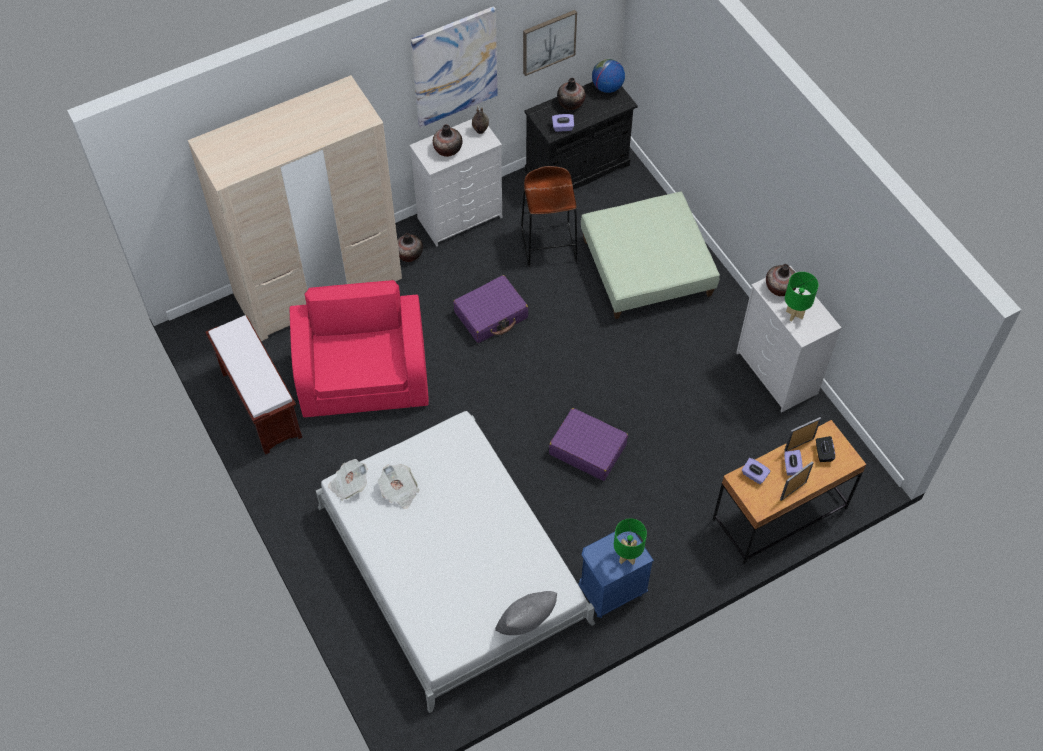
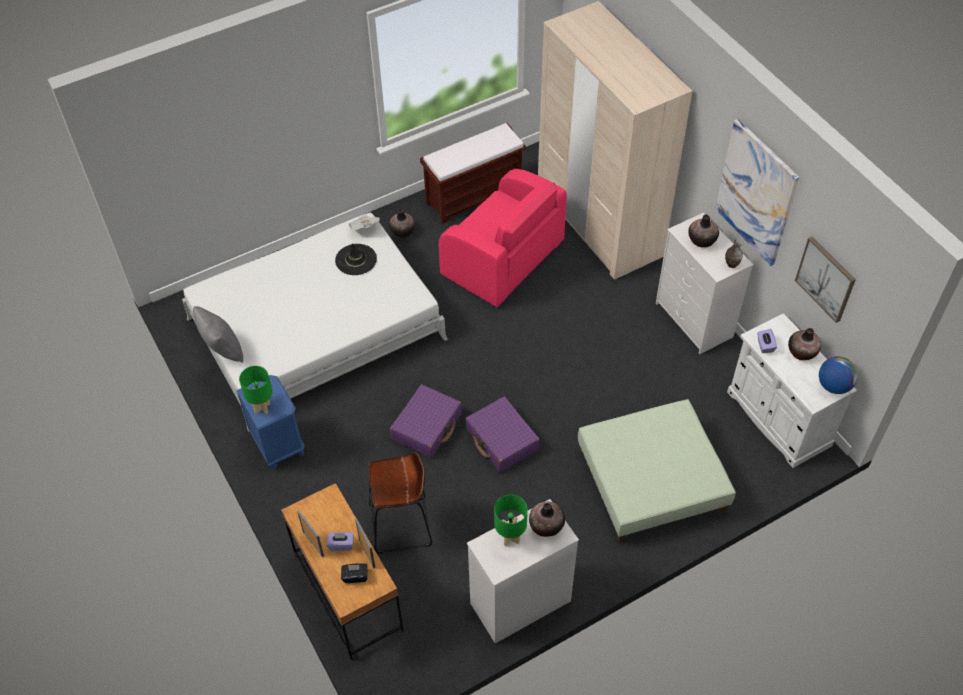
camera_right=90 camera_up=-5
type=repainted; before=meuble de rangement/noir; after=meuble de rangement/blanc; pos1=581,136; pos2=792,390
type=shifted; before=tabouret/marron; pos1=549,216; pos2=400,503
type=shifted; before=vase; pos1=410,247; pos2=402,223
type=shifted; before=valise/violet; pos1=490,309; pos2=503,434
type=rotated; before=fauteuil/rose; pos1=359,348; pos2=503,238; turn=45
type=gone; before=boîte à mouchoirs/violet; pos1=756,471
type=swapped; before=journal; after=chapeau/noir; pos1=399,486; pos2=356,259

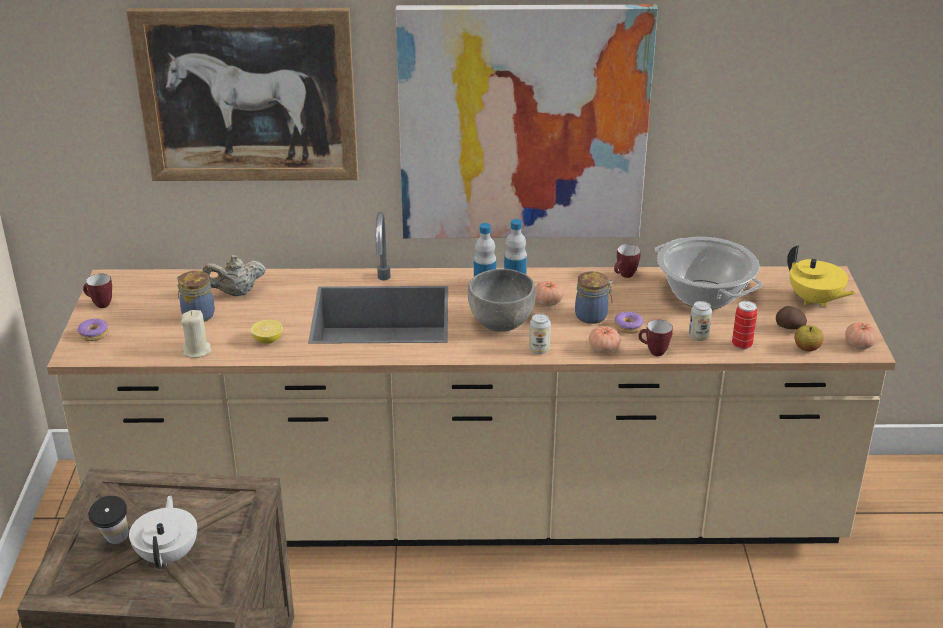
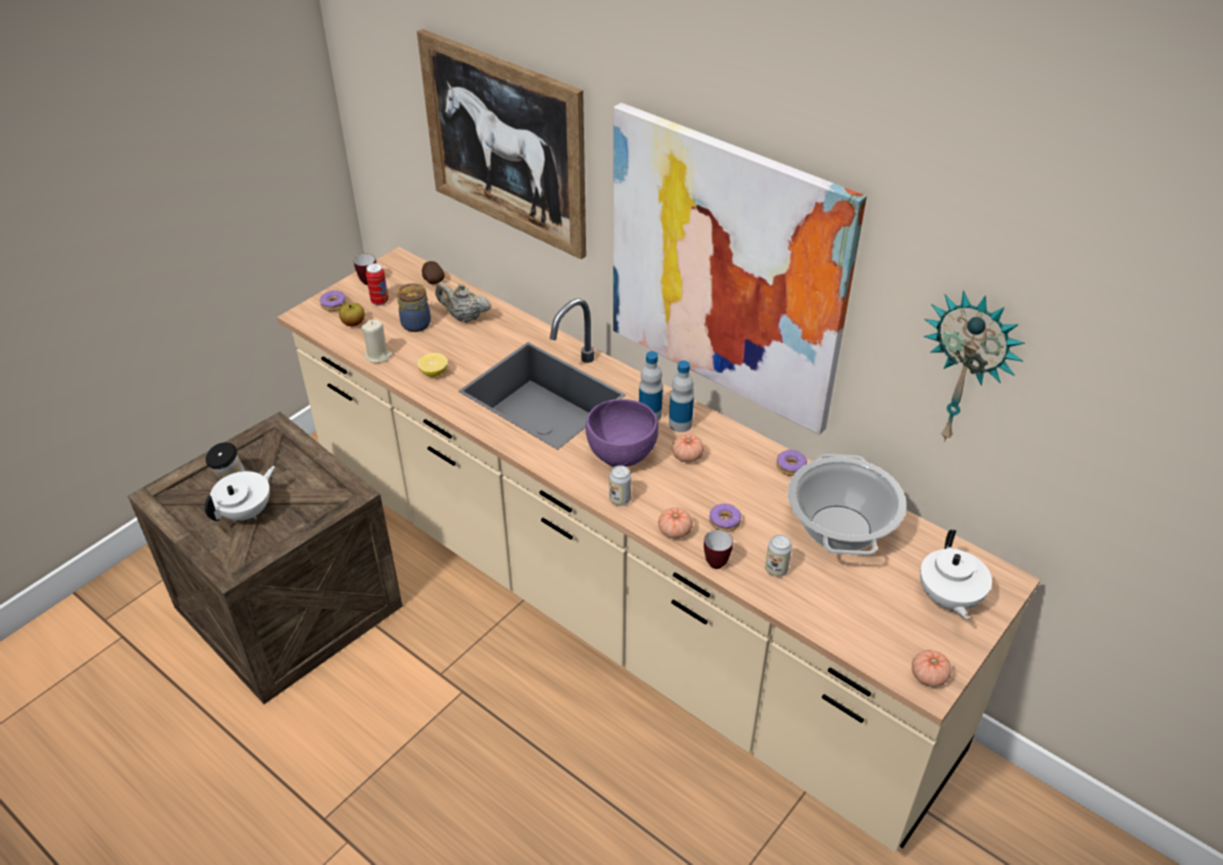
camera_right=40 camera_up=10
type=swapped; before=mug; after=beignet; pos1=627,261; pos2=792,463
type=repainted; before=théière/jaune; after=théière/blanc; pos1=821,276; pos2=956,574
type=repainted; before=bol/gris; after=bol/violet; pos1=501,300; pos2=622,433
type=gone; before=bocal; pos1=594,297
type=shifted; before=boîte métallique; pos1=744,325; pos2=377,284
type=shifted; before=pomme de terre; pos1=791,317; pos2=433,272
type=shifted; before=pomme; pos1=809,338; pos2=352,314
type=new; after=horloge murale; pos2=974,366

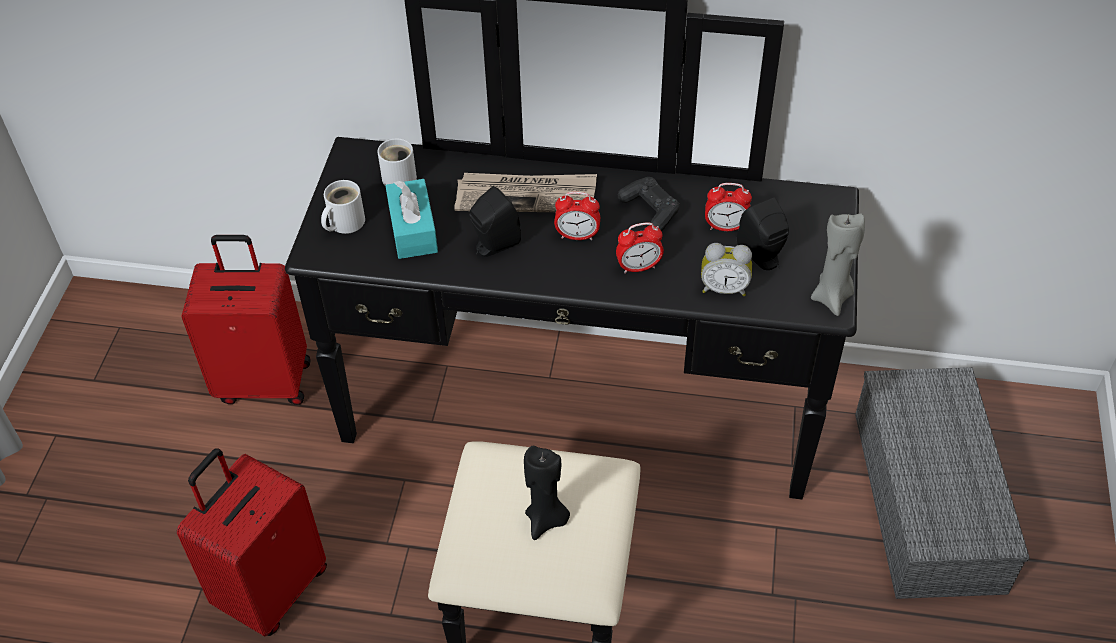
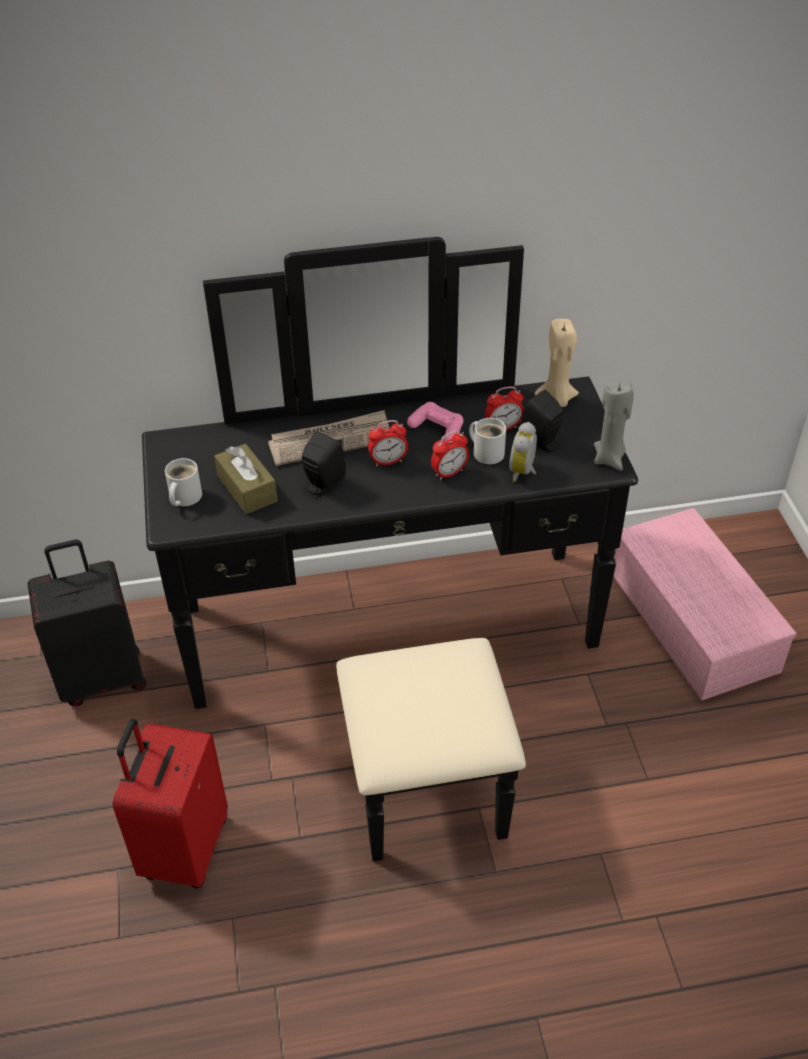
camera_right=-20 camera_up=-5
type=shifted; before=mug/blanc; pos1=397,162; pos2=487,441
type=repainted; before=manette/noir; after=manette/rose; pos1=649,204; pos2=435,421
type=repainted; before=boîte à mouchoirs/turquoise; after=boîte à mouchoirs/marron; pos1=411,219; pos2=246,478
type=repainted; before=valise/rouge; after=valise/noir; pos1=246,320; pos2=87,623
type=rotated; before=réveil; pos1=726,269; pos2=523,452; turn=120
type=repainted; before=boîte de rangement/gris; after=boîte de rangement/rose; pos1=942,483; pos2=705,604
type=gone; before=bougie/noir; pos1=547,493
type=new; after=bougie/beige; pos2=557,363

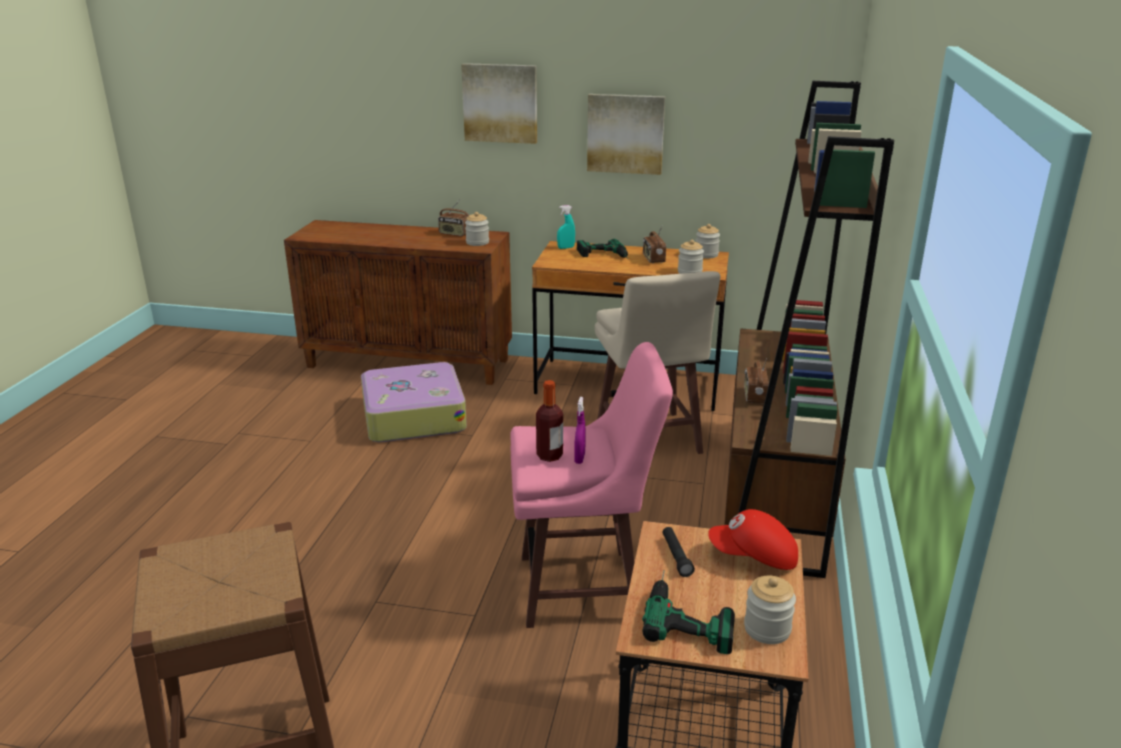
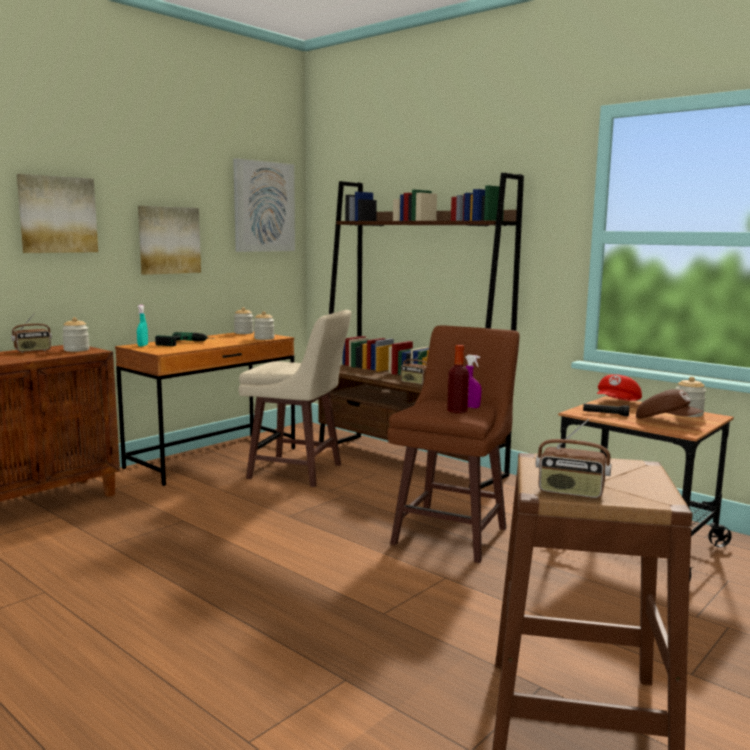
camera_right=-60 camera_up=-15
type=shifted; before=radio; pos1=654,244; pos2=574,459
type=repainted; before=tabouret/rose; after=tabouret/marron; pos1=592,485; pos2=453,444
type=gone; before=valise; pos1=414,402
type=swapped; before=perceuse; after=casquette/marron; pos1=688,612; pos2=669,404
type=new; after=tableau; pos2=264,205

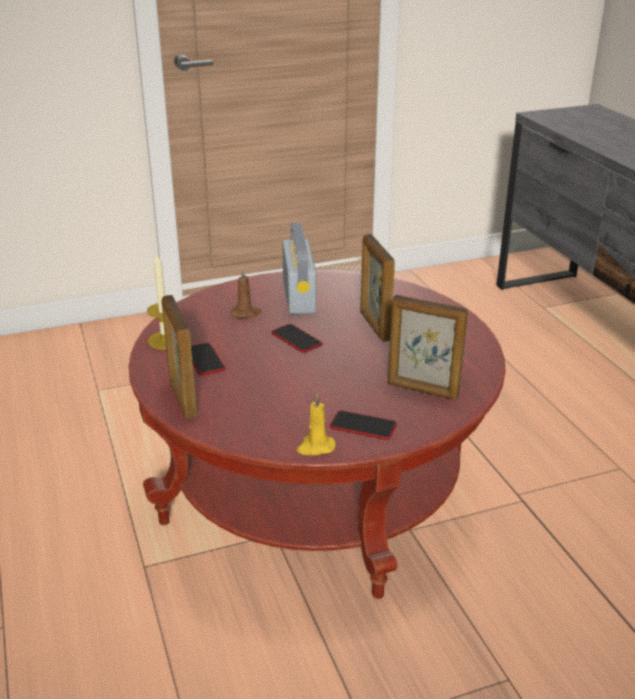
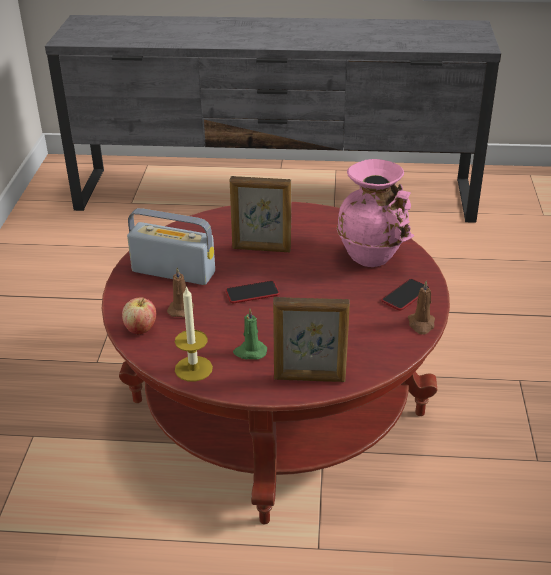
camera_right=-65 camera_up=5
type=swapped; before=cadre photo; after=vase/rose; pos1=428,347; pos2=375,213
type=swapped; before=téléphone; after=bougie/vert; pos1=208,359; pos2=250,334
type=repainted; before=bougie/jaune; after=bougie/marron; pos1=316,425; pos2=421,308
type=new; after=pomme; pos2=139,315

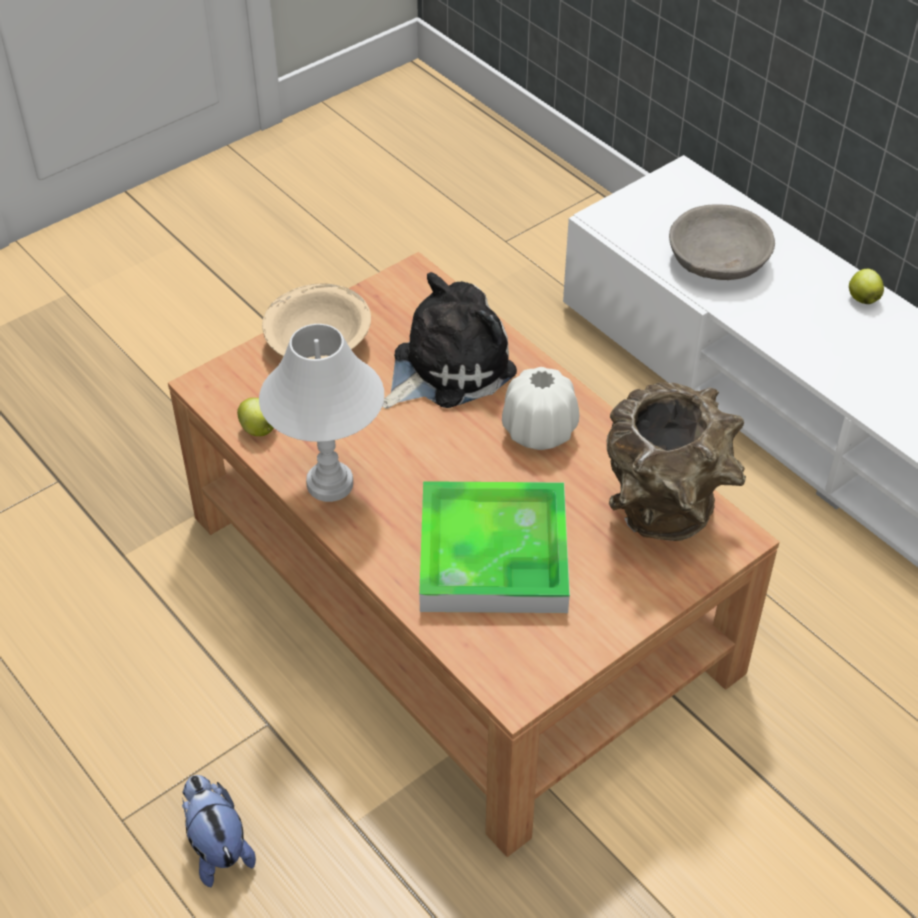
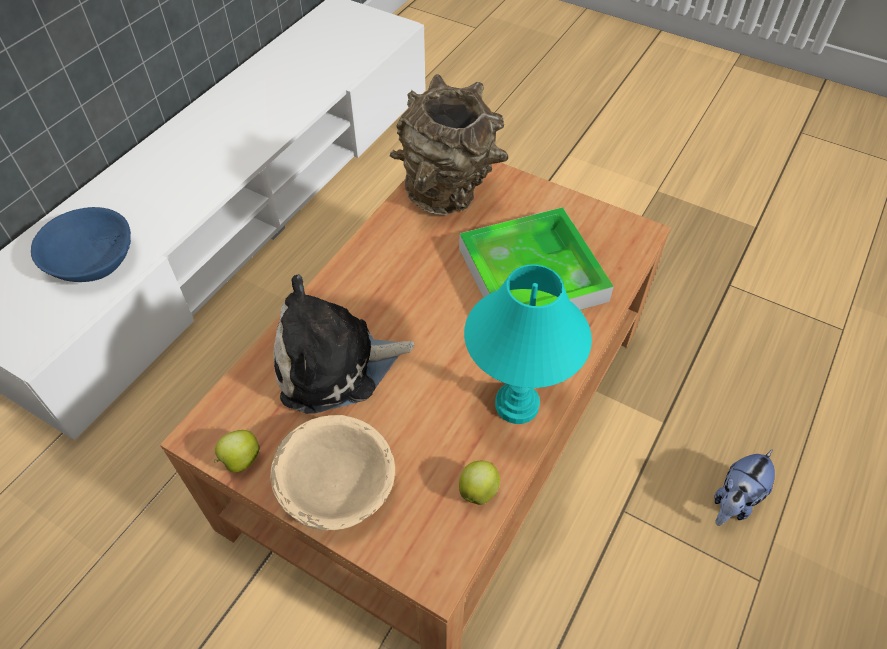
camera_right=-110 camera_up=5
type=repainted; before=bol/gris; after=bol/bleu; pos1=722,242; pos2=81,244
type=shifted; before=pomme; pos1=866,286; pos2=237,451
type=rotated; before=peluche; pos1=449,340; pos2=343,344; turn=-45
type=repainted; before=lampe de table/blanc; after=lampe de table/turquoise; pos1=321,413; pos2=528,344
type=gone; before=vase/blanc; pos1=540,408

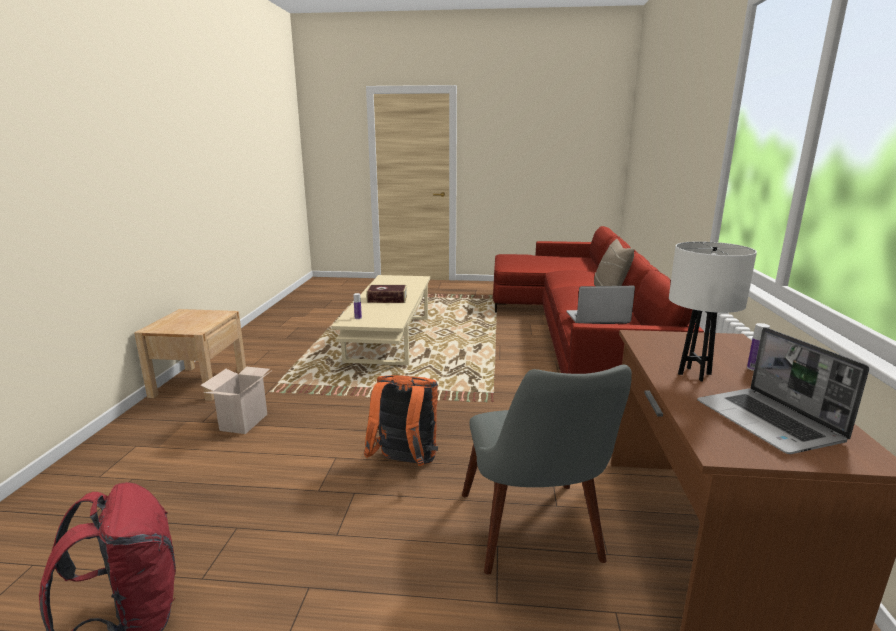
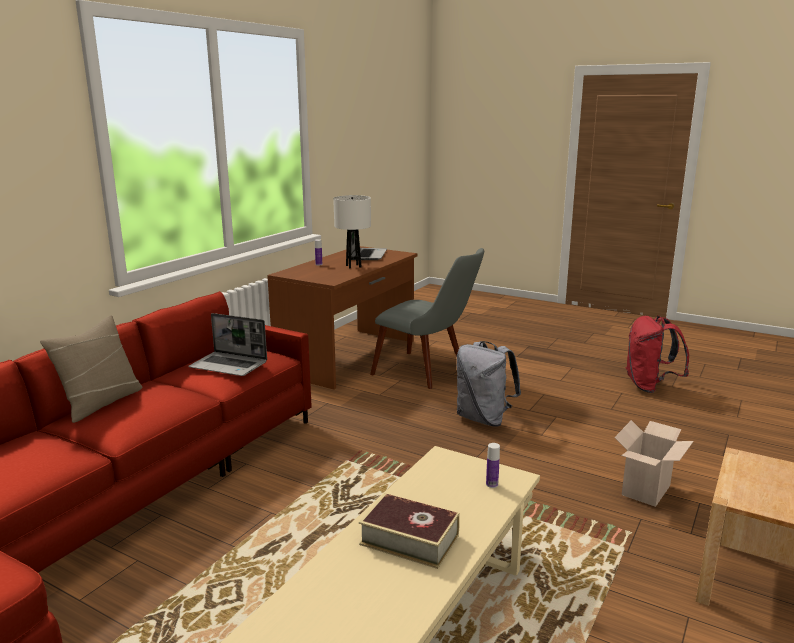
camera_right=-155 camera_up=0
type=rotated; before=chaise/gris; pos1=547,470; pos2=427,318; turn=105
type=repainted; before=sac à dos/orange; after=sac à dos/gris; pos1=401,420; pos2=489,384

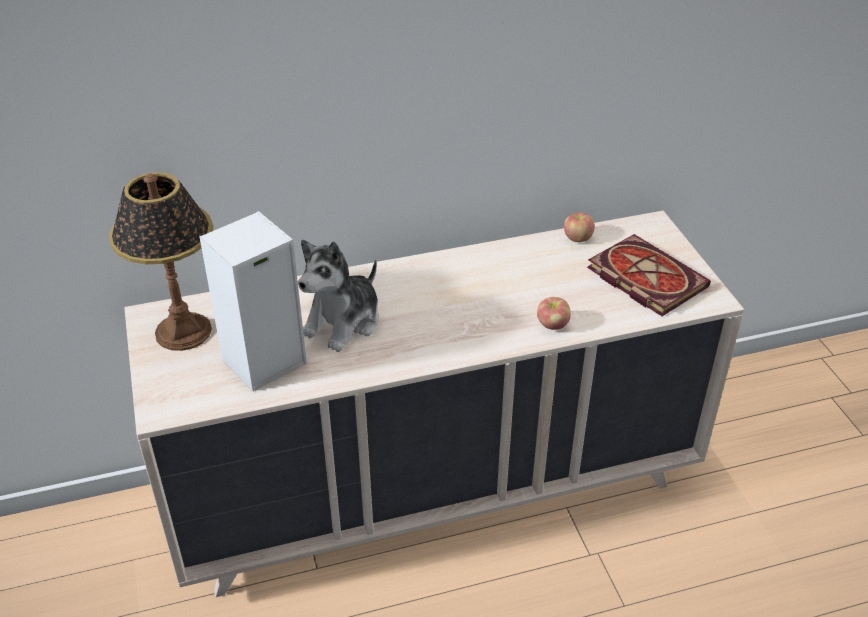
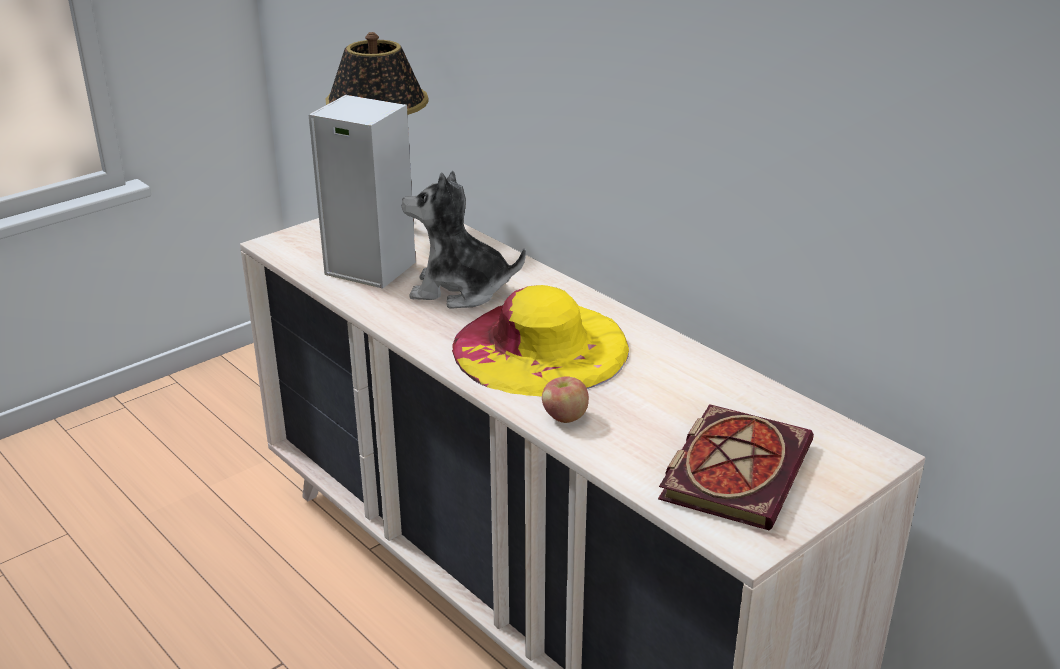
camera_right=65 camera_up=-10
type=gone; before=pomme; pos1=579,227
type=new; after=chapeau/jaune; pos2=540,341

